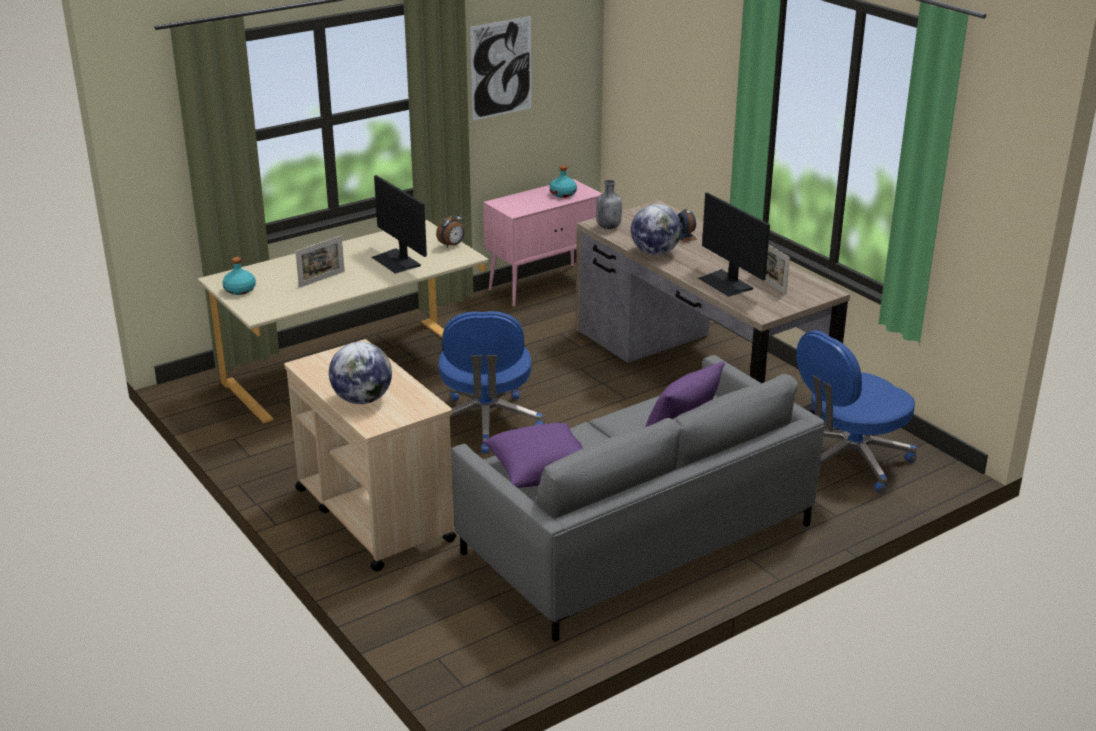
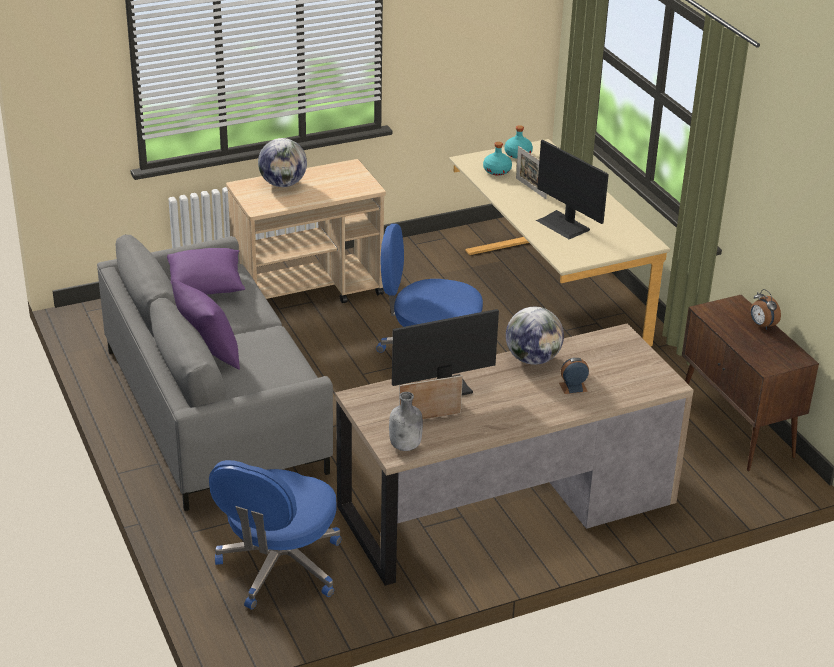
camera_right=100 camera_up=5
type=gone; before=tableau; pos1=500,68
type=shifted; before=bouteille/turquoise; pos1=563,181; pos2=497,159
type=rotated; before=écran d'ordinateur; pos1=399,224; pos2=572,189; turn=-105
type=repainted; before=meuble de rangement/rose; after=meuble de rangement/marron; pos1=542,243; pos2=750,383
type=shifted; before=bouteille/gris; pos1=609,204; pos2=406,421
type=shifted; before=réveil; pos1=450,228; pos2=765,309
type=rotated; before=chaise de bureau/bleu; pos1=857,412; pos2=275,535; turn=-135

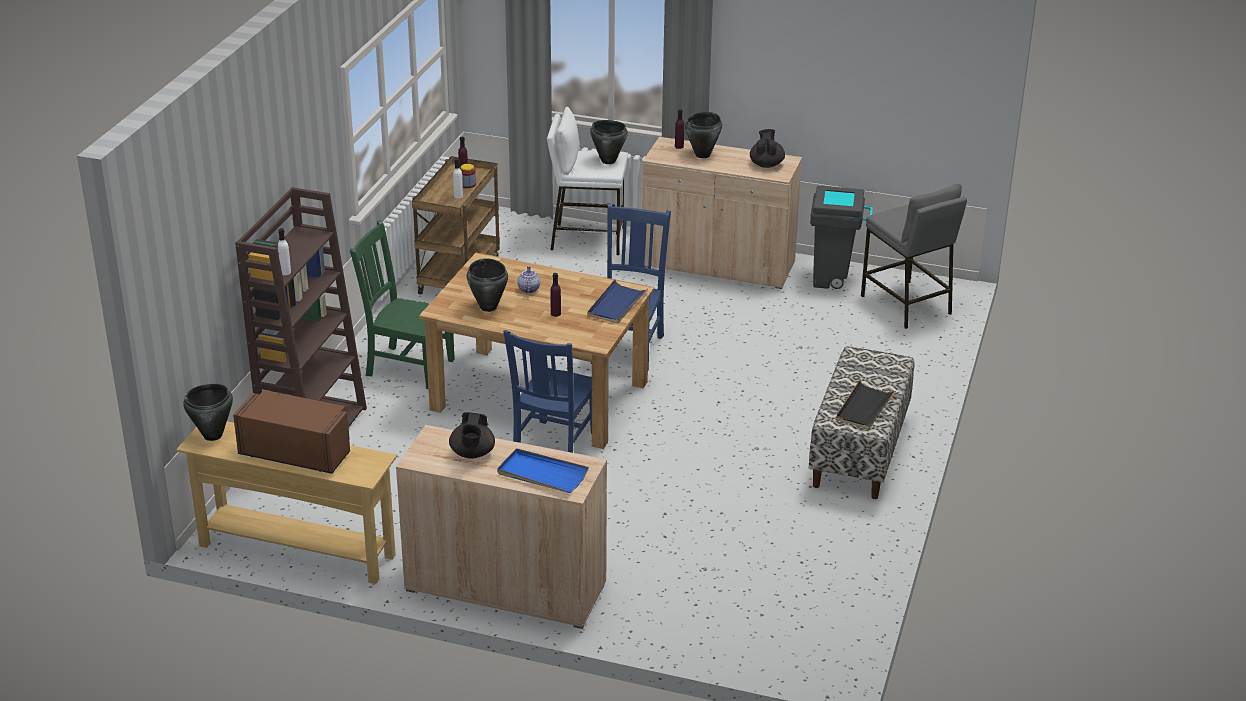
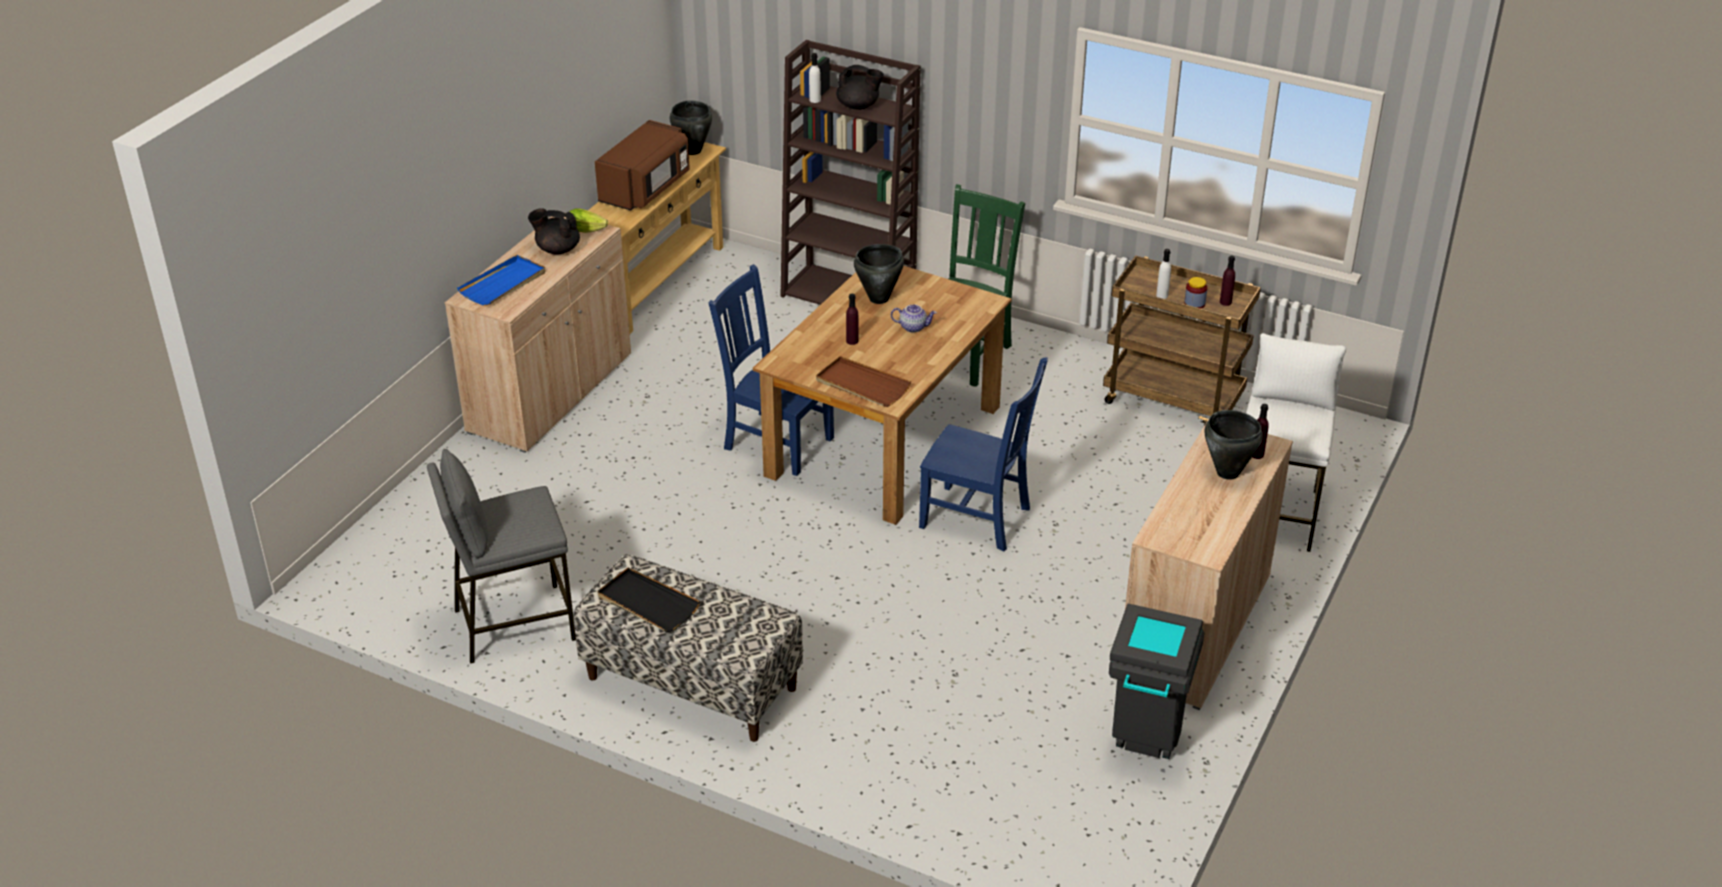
camera_right=100 camera_up=5
type=gone; before=marmite/noir; pos1=609,142
type=shifted; before=théière/noir; pos1=767,148; pos2=860,87
type=shifted; before=tabouret/gris; pos1=914,256; pos2=501,556
type=repainted; before=plateau/bleu; after=plateau/marron; pos1=618,301; pos2=863,381
type=new; after=laitue; pos2=587,220

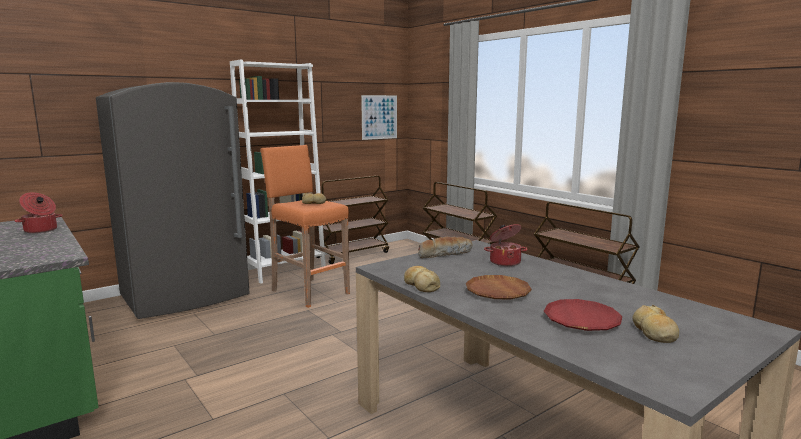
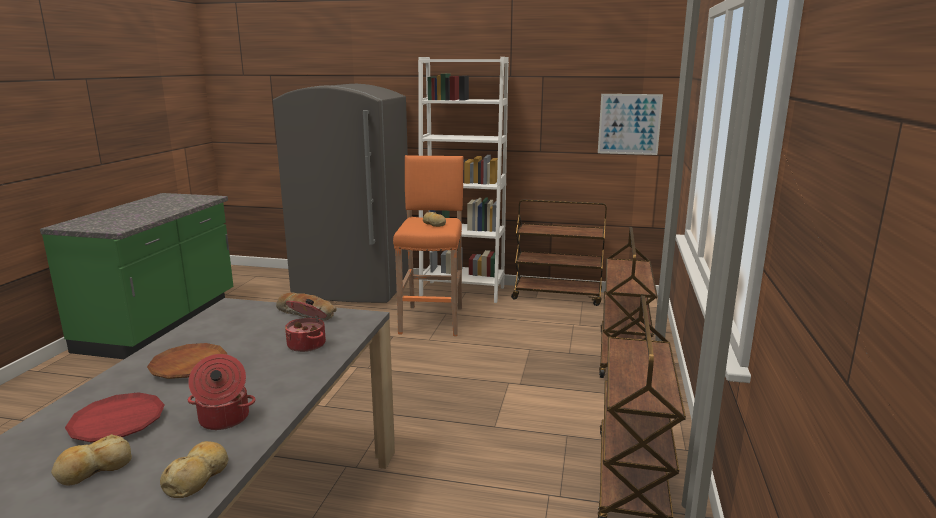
camera_right=50 camera_up=5
type=shifted; before=marmite; pos1=38,212; pos2=222,392
type=shifted; before=pain; pos1=422,279; pos2=194,469

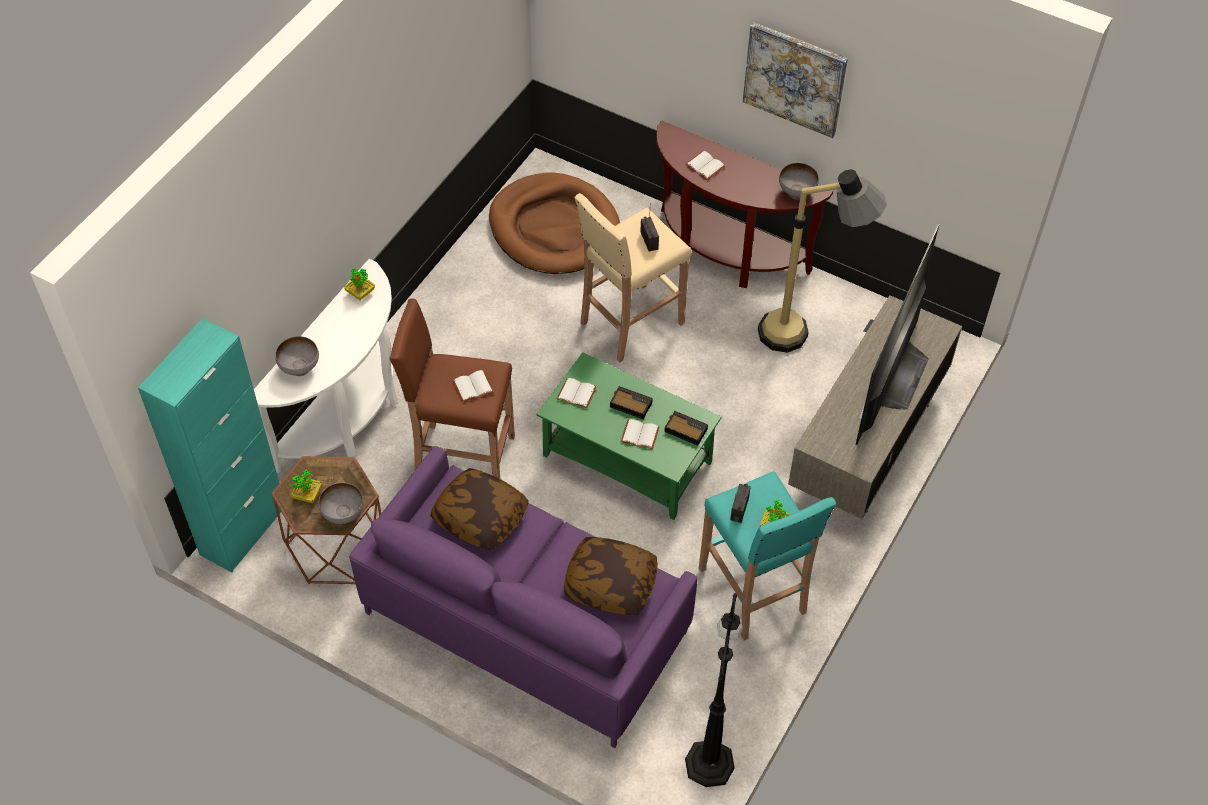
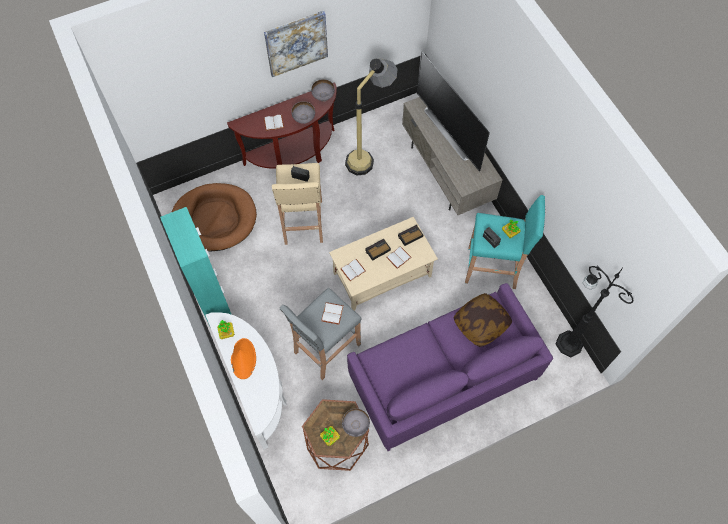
camera_right=-55 camera_up=10
type=repainted; before=tabouret/marron; after=tabouret/gris; pos1=452,388; pos2=320,334
type=shifted; before=meuble de rangement/turquoise; pos1=209,445; pos2=196,266
type=shifted; before=bol/gris; pos1=297,356; pos2=303,112
type=repainted; before=table basse/vert; after=table basse/beige; pos1=629,436; pos2=383,264
type=gone; before=coussin; pos1=479,509
type=new; after=chapeau/orange; pos2=243,358

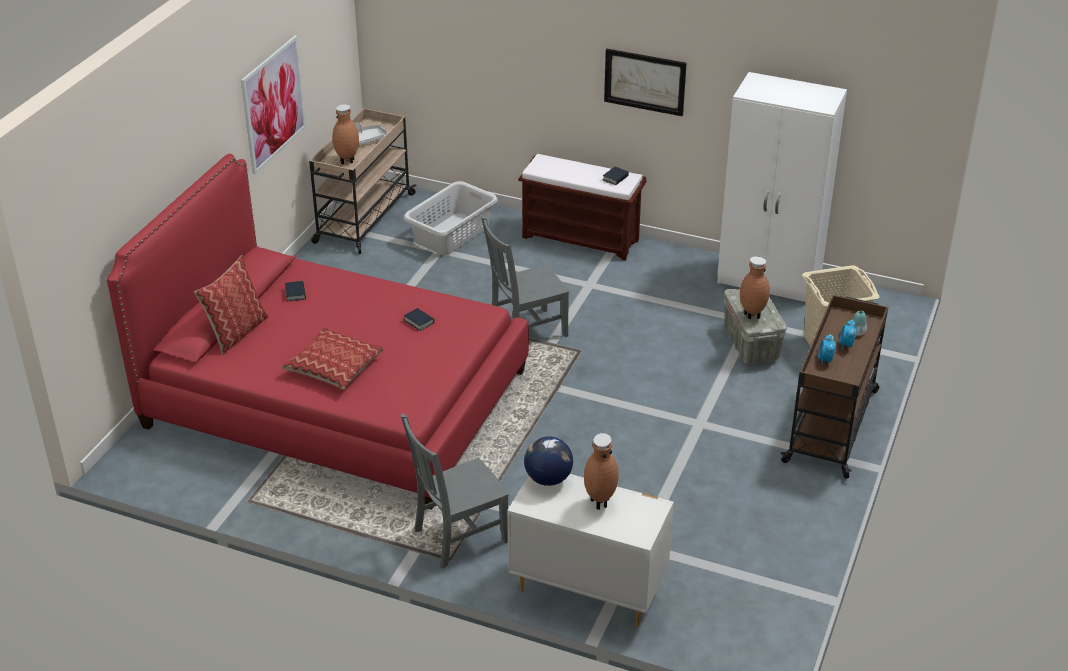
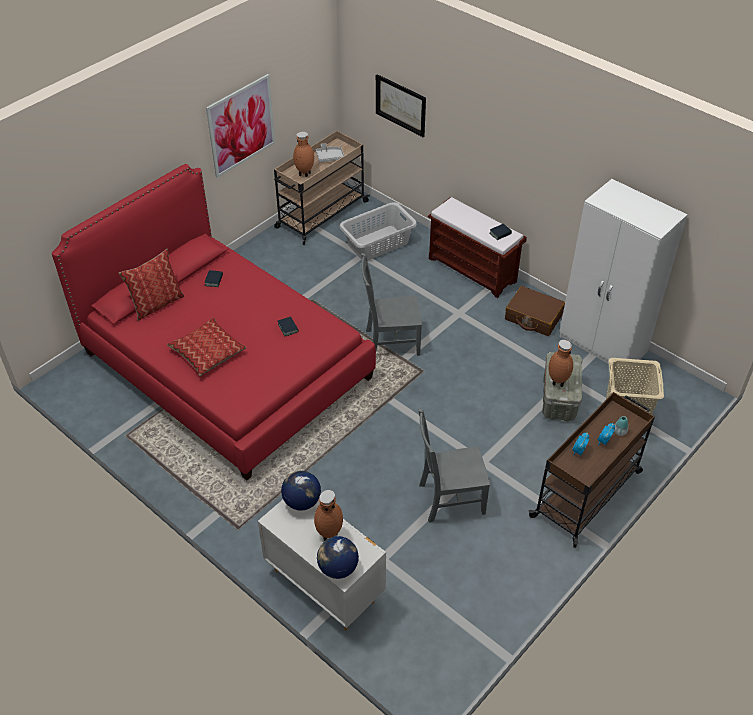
camera_right=20 camera_up=10
type=shifted; before=tableau; pos1=645,82; pos2=401,105
type=shifted; before=chaise/gris; pos1=454,491; pos2=454,466
type=new; after=valise/marron; pos2=535,311
type=new; after=globe; pos2=338,557

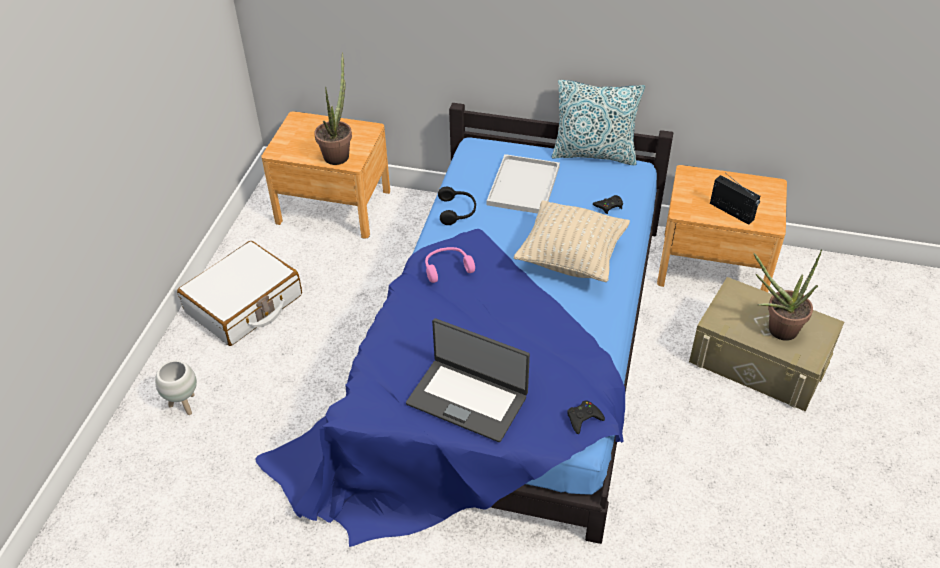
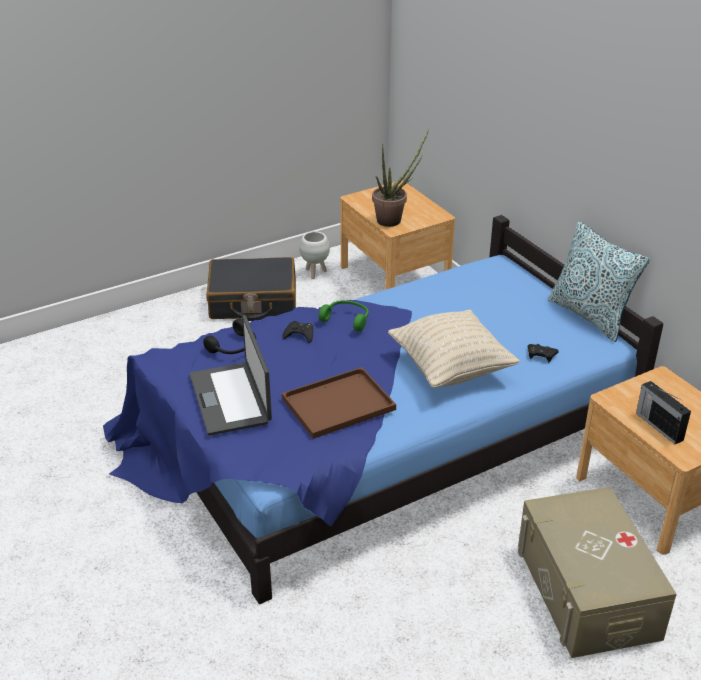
camera_right=45 camera_up=-10
type=gone; before=plateau/blanc; pos1=523,184
type=rotated; before=radio; pos1=735,200; pos2=663,412; turn=150
type=shifted; before=casque audio/noir; pos1=457,206; pos2=229,336
type=repainted; before=valise/blanc; after=valise/noir; pos1=239,293; pos2=251,289
type=repainted; before=casque audio/rose; after=casque audio/vert; pos1=450,265; pos2=344,315
type=gone; before=plante en pot; pos1=787,295
type=shifted; before=cache-pot/blanc; pos1=176,387; pos2=314,255
type=shifted; before=manette/noir; pos1=586,417; pos2=297,332
type=new; after=plateau/marron; pos2=339,403

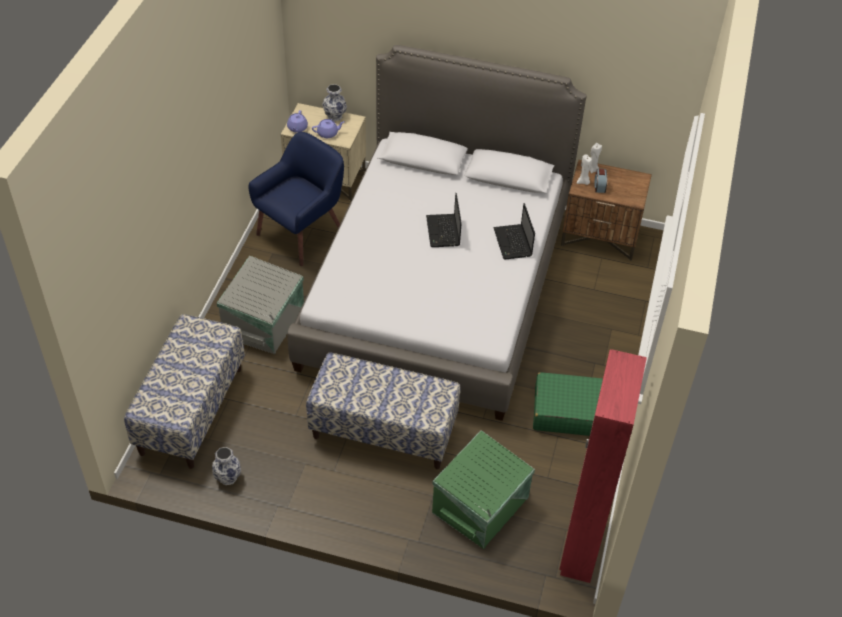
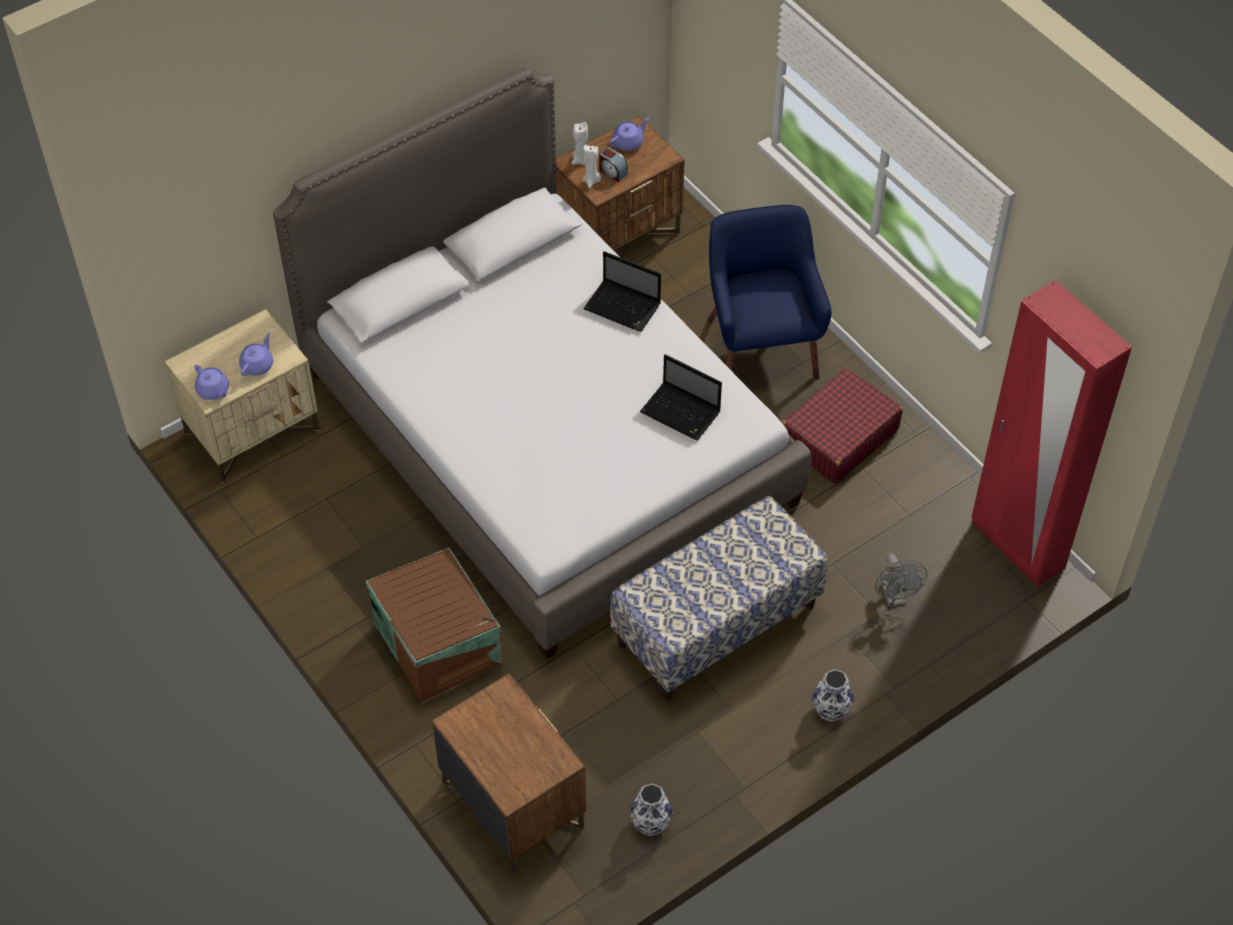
camera_right=-50 camera_up=5
type=shifted; before=vase; pos1=334,102; pos2=832,695
type=shifted; before=fauteuil/bleu; pos1=296,199; pos2=769,292
type=shifted; before=ordinateur portable; pos1=444,220; pos2=681,397
type=repainted; before=boîte de rangement/gris; after=boîte de rangement/marron; pos1=260,305; pos2=434,625
type=swapped; before=banc; after=table de chevet/marron; pos1=184,391; pos2=509,774
type=repainted; before=valise/vert; after=valise/rouge; pos1=568,404; pos2=842,426
type=swapped; before=boîte de rangement/vert; after=ventilateur/gris; pos1=483,489; pos2=901,580
type=new; after=théière/violet; pos2=629,134

